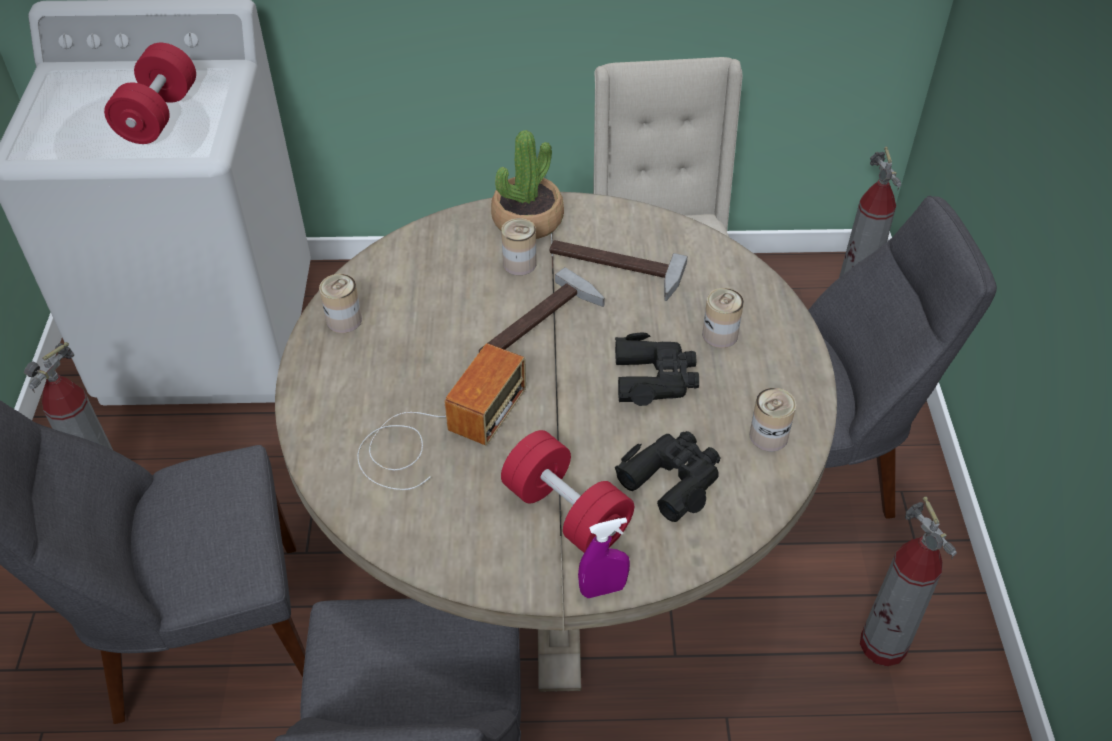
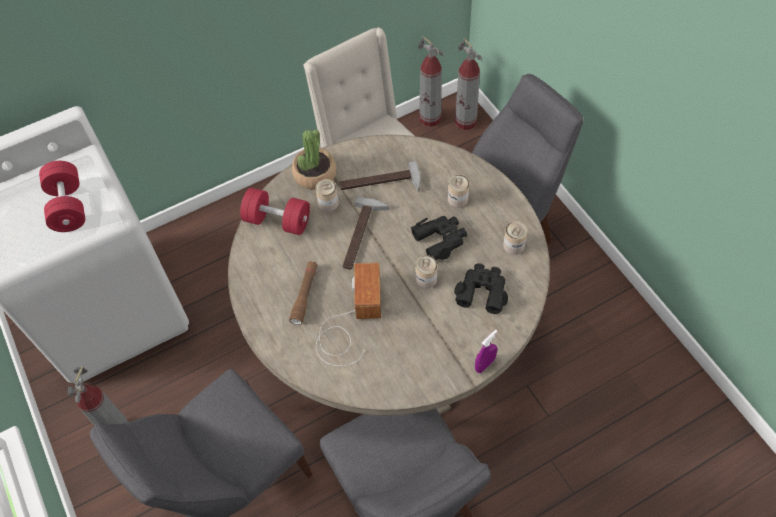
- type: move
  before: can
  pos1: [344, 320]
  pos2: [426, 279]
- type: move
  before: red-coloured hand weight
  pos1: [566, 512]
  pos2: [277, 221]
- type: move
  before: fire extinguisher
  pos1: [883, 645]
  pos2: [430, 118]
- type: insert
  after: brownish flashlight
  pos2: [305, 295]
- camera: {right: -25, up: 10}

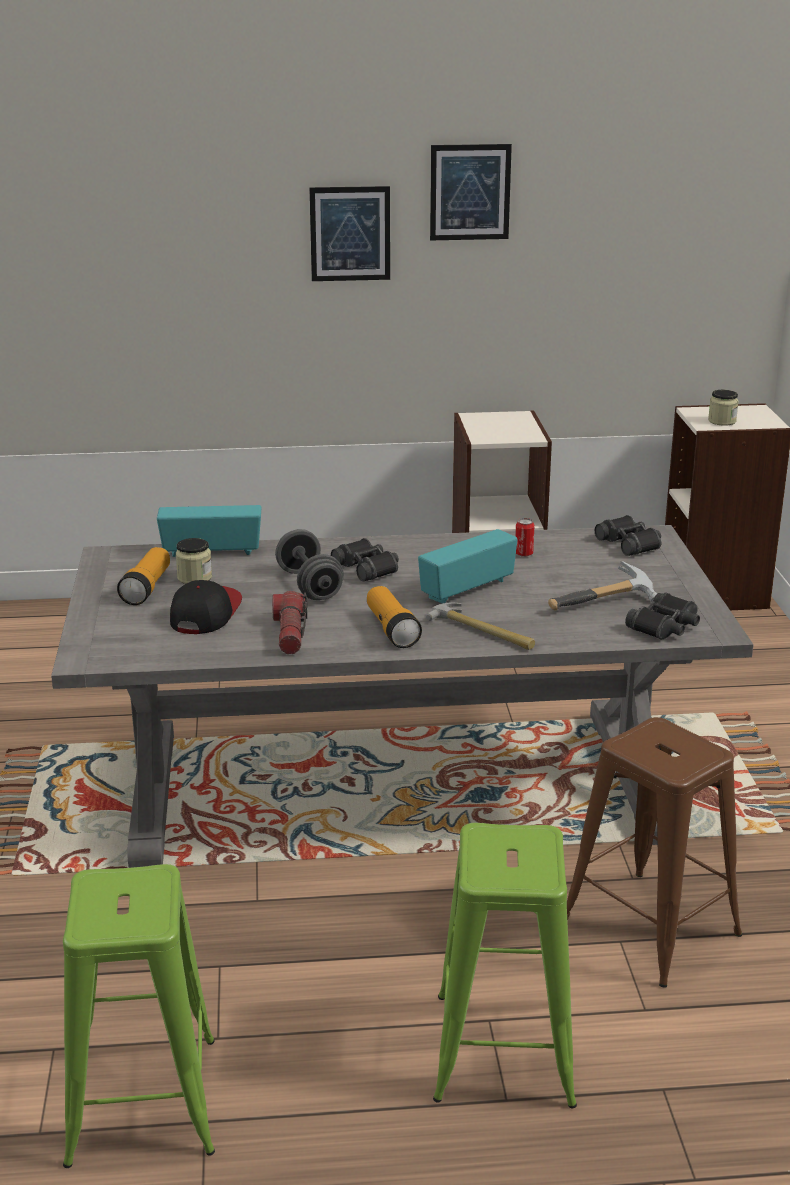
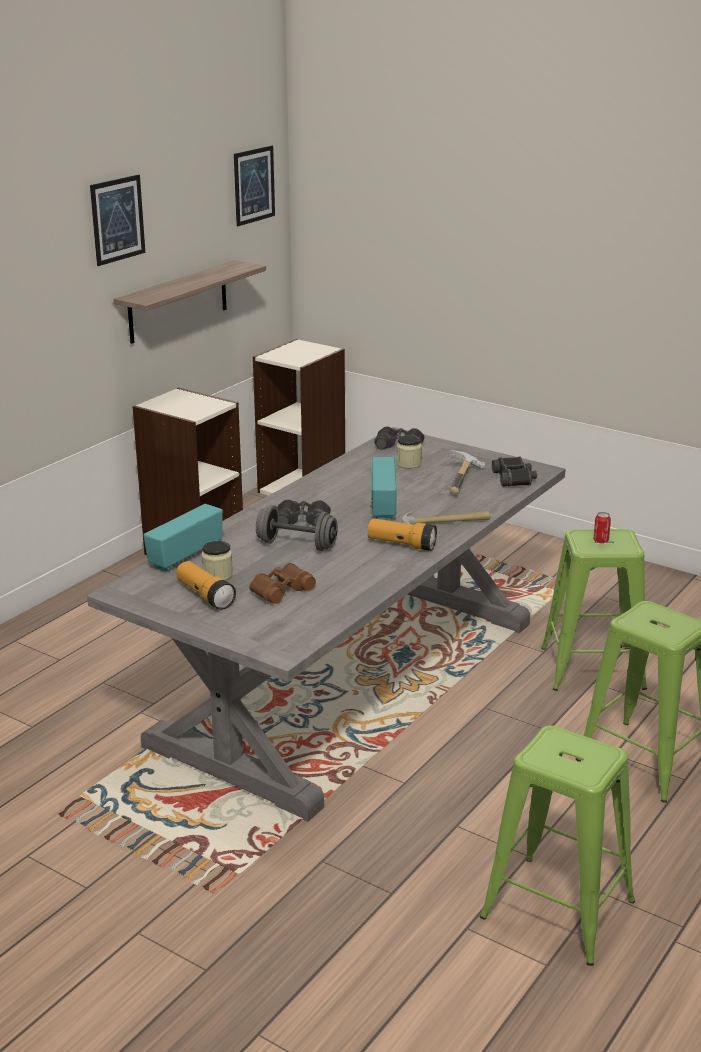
- type: move
  before: picture
  pos1: [350, 234]
  pos2: [254, 185]
- type: move
  before: jar
  pos1: [722, 421]
  pos2: [408, 464]
- type: move
  before: can
  pos1: [523, 554]
  pos2: [601, 541]
- type: replace
  before: baseball cap
  after: brownish binoculars
  pos1: [205, 613]
  pos2: [280, 590]
- type: delete
  before: flashlight
  pos1: [290, 634]
- type: recolor
  before: brownish stool
  after: green stool
  pos1: [649, 926]
  pos2: [591, 668]
- type: insert
  after: wall shelf
  pos2: [178, 302]
- camera: {right: -50, up: 0}

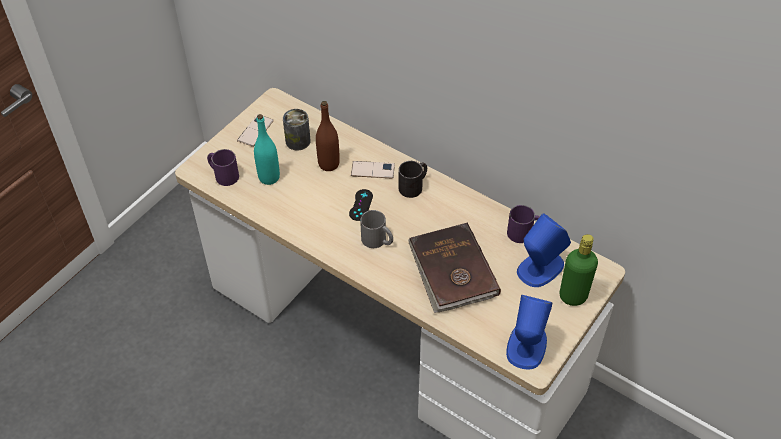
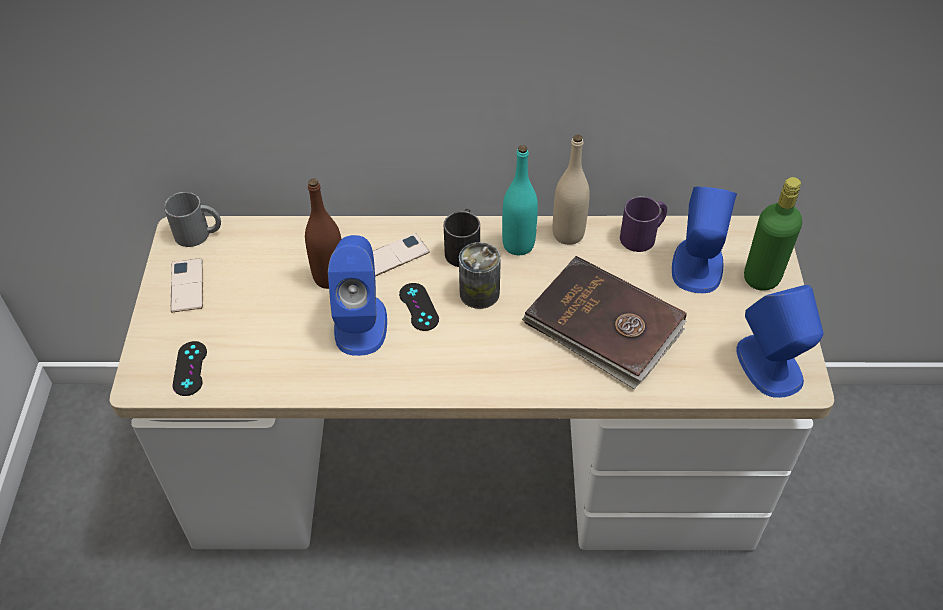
- type: move
  before: can
  pos1: [298, 141]
  pos2: [479, 293]
- type: move
  before: turquoise drink bottle
  pos1: [269, 177]
  pos2: [518, 245]
- type: replace
  before: purple-coloured tea mug
  after: black gamepad
  pos1: [223, 175]
  pos2: [190, 368]
- type: move
  before: grey tea mug
  pos1: [378, 241]
  pos2: [199, 234]
- type: insert
  after: beige drink bottle
  pos2: [568, 234]
- type: insert
  after: bluish audio speaker
  pos2: [360, 324]
- camera: {right: -35, up: 0}

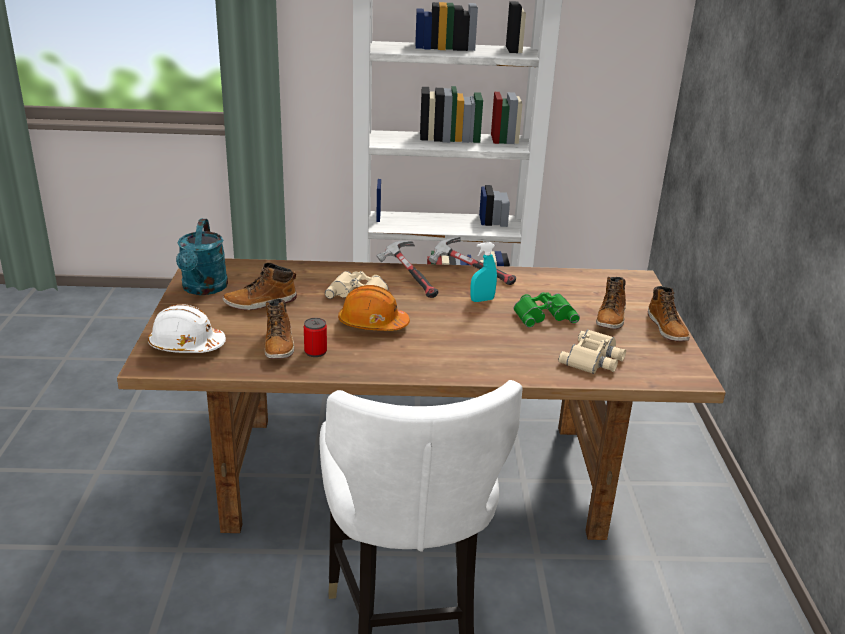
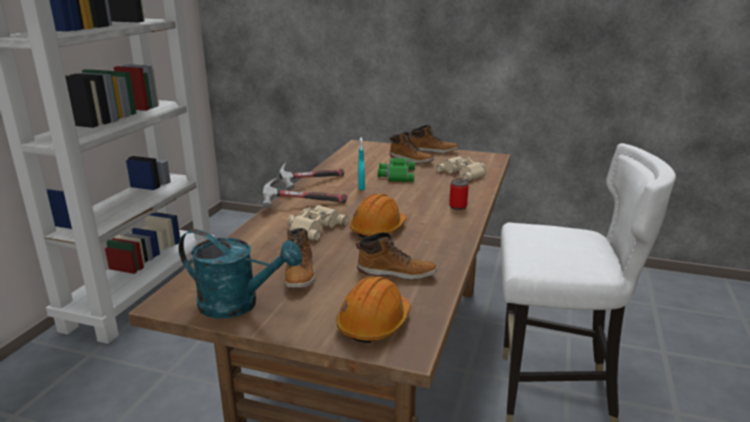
- type: recolor
  before: whitish hard hat
  after: orange-coloured hard hat
  pos1: [186, 345]
  pos2: [374, 323]
- type: move
  before: can
  pos1: [315, 352]
  pos2: [458, 207]
- camera: {right: -70, up: -5}

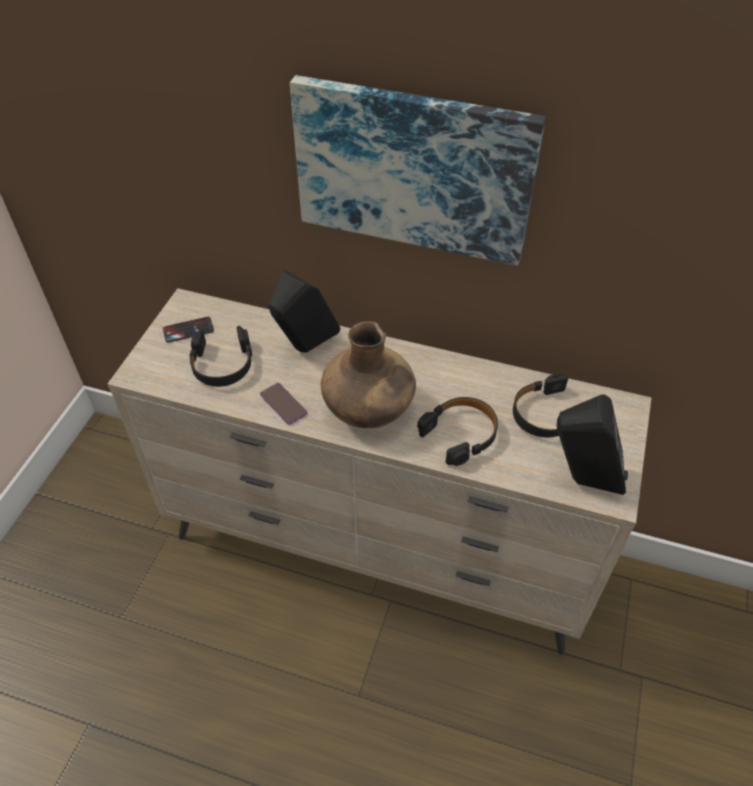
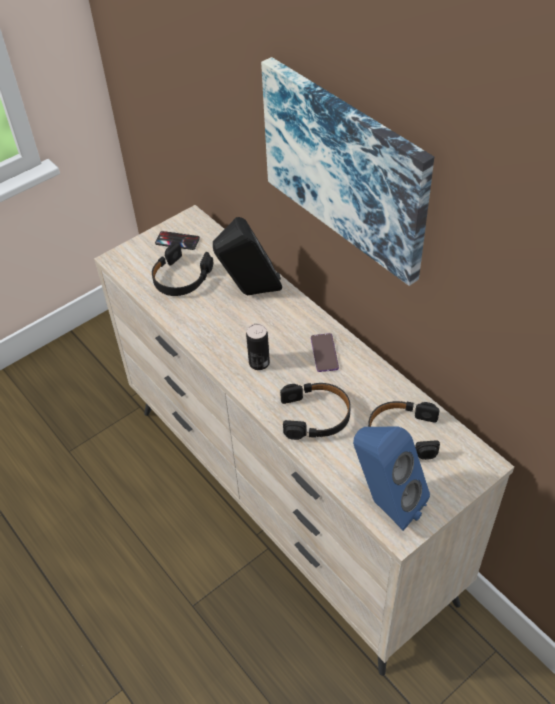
- type: replace
  before: brownish vase
  after: can
  pos1: [368, 410]
  pos2: [259, 363]
- type: move
  before: telephone
  pos1: [283, 404]
  pos2: [324, 353]
- type: recolor
  before: black audio speaker
  after: bluish audio speaker
  pos1: [582, 480]
  pos2: [385, 503]
- camera: {right: 35, up: 0}

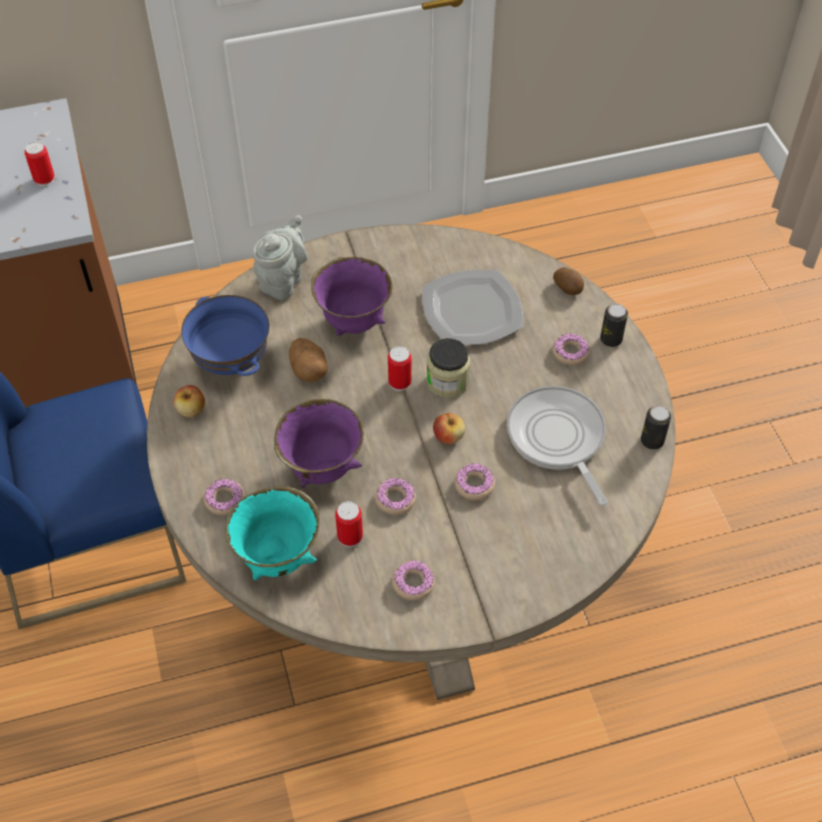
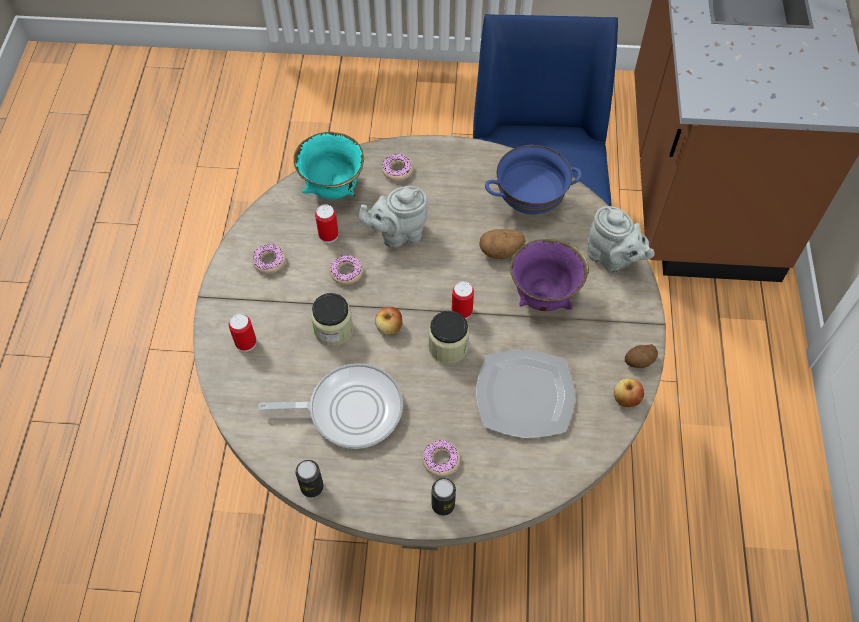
- type: move
  before: can
  pos1: [44, 179]
  pos2: [246, 343]
- type: move
  before: spud
  pos1: [568, 287]
  pos2: [639, 361]
- type: move
  before: whole apple
  pos1: [191, 410]
  pos2: [626, 399]
- type: replace
  before: purple-coloured serving bowl
  after: grey pot for tea
  pos1: [321, 468]
  pos2: [398, 234]
- type: replace
  before: ring doughnut
  after: jar
  pos1: [474, 485]
  pos2: [333, 330]
- camera: {right: 110, up: 5}

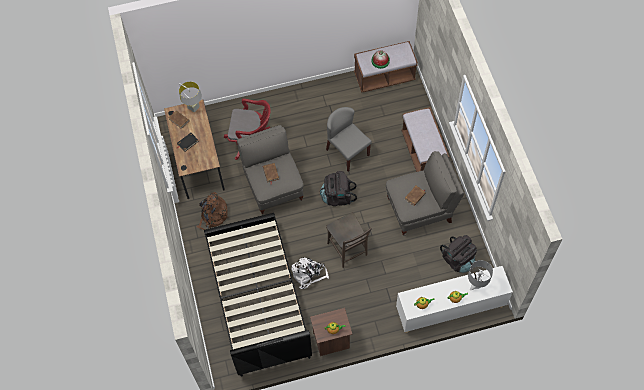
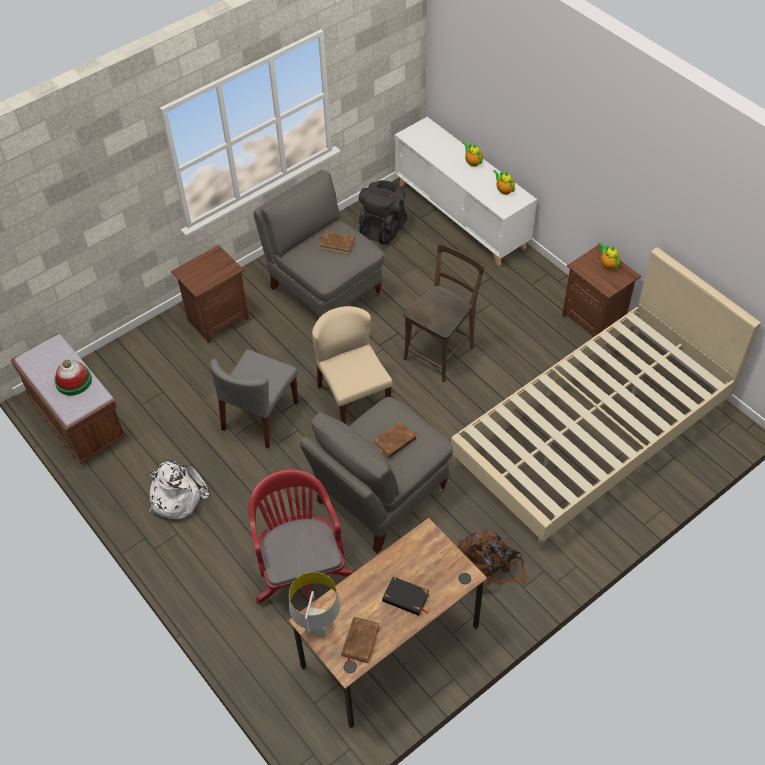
- type: replace
  before: brownish bench
  after: brownish bedside table
  pos1: [423, 153]
  pos2: [217, 319]
- type: replace
  before: black knapsack
  after: beige plain chair
  pos1: [337, 197]
  pos2: [353, 399]
- type: recolor
  before: black sleeping bed
  after: beige sleeping bed
  pos1: [258, 298]
  pos2: [592, 434]
- type: move
  before: whitish knapsack
  pos1: [308, 274]
  pos2: [175, 496]
- type: delete
  before: grey lamp for a table
  pos1: [476, 285]
- camera: {right: -115, up: -10}

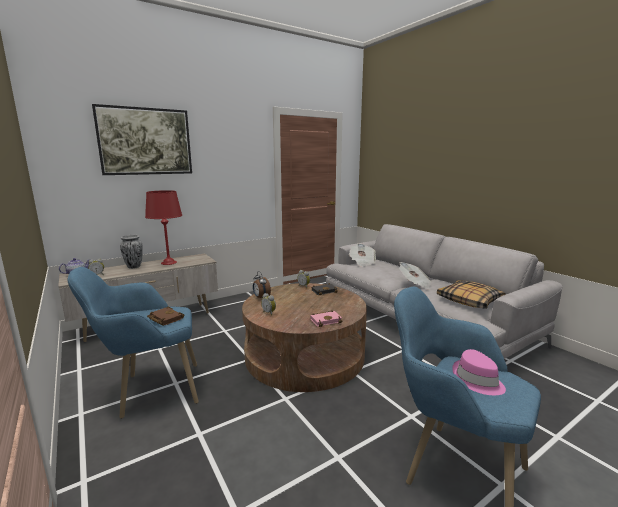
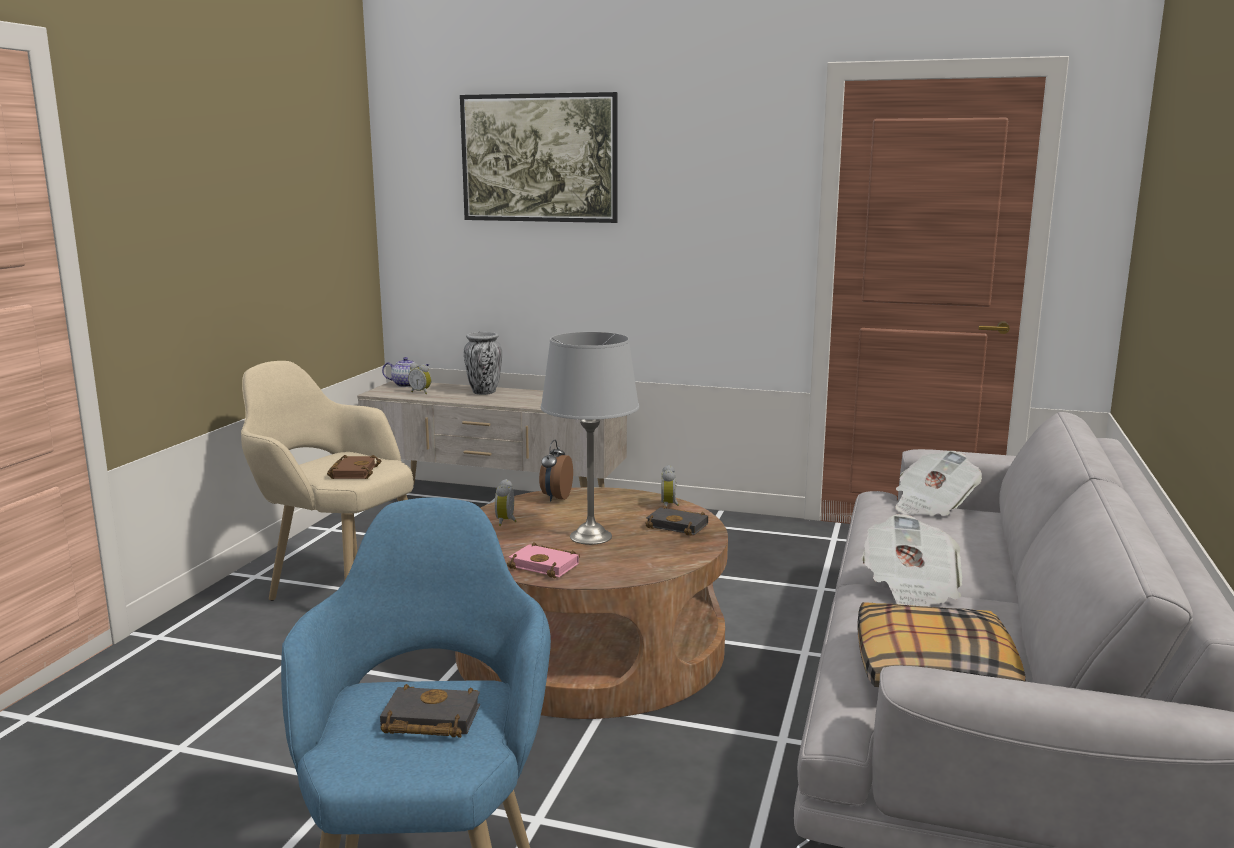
- type: delete
  before: red-coloured lamp for a table
  pos1: [168, 262]
- type: recolor
  before: bluish easy chair
  after: beige easy chair
  pos1: [149, 391]
  pos2: [338, 588]
- type: replace
  before: pink hat
  after: black volume
  pos1: [477, 380]
  pos2: [428, 721]
- type: insert
  after: grey lamp for a table
  pos2: [591, 536]
- camera: {right: 50, up: 0}

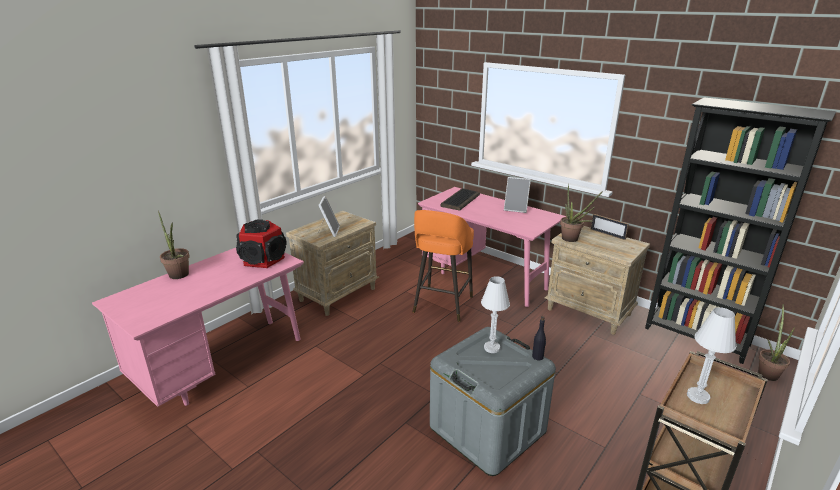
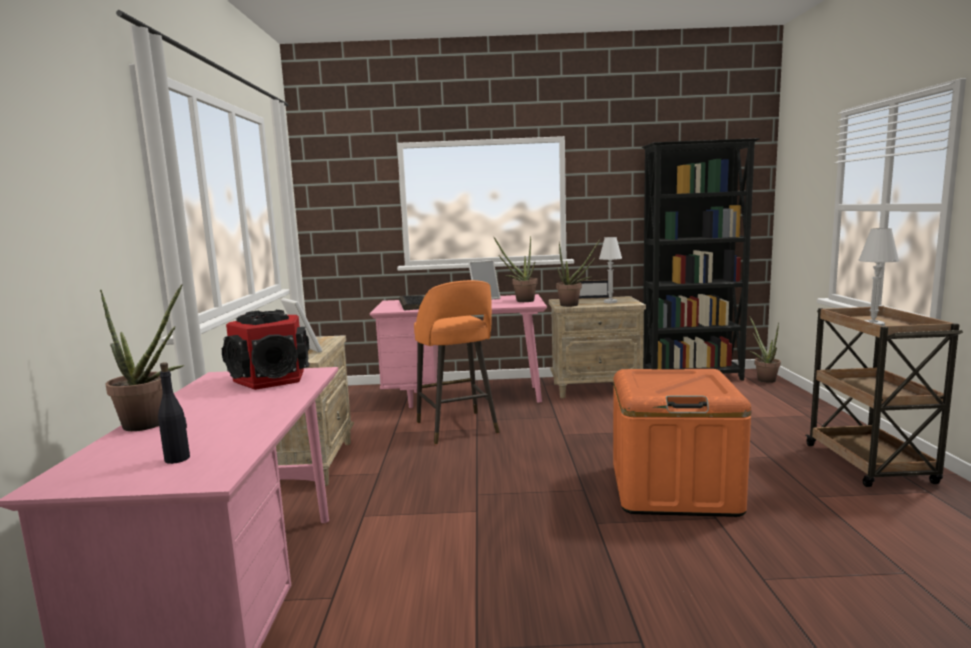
- type: move
  before: whitish lamp for a table
  pos1: [492, 348]
  pos2: [610, 302]
- type: move
  before: black drink bottle
  pos1: [538, 357]
  pos2: [178, 459]
- type: recolor
  before: grey storage container
  after: orange-coloured storage container
  pos1: [487, 429]
  pos2: [674, 489]
- type: insert
  after: plant in a pot
  pos2: [521, 301]
- camera: {right: -40, up: -15}

